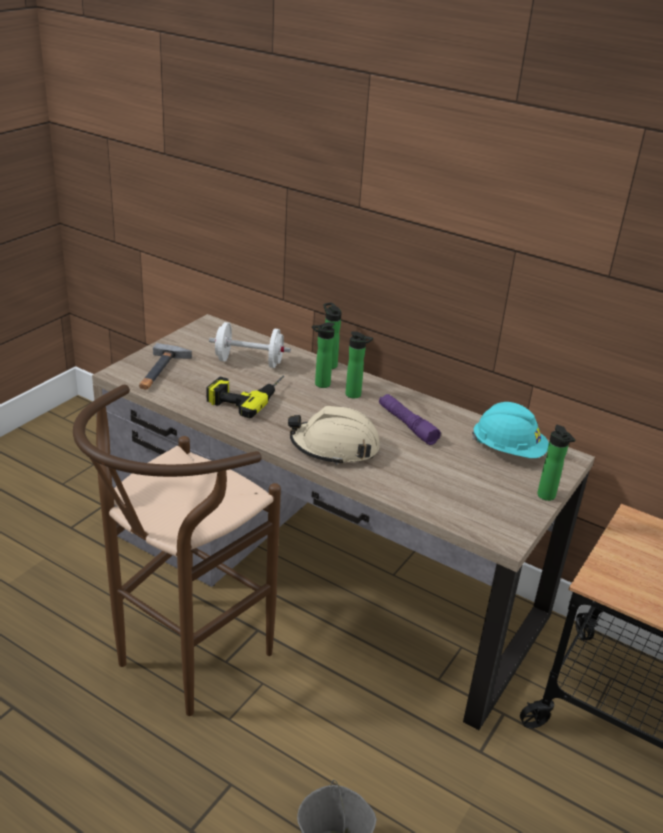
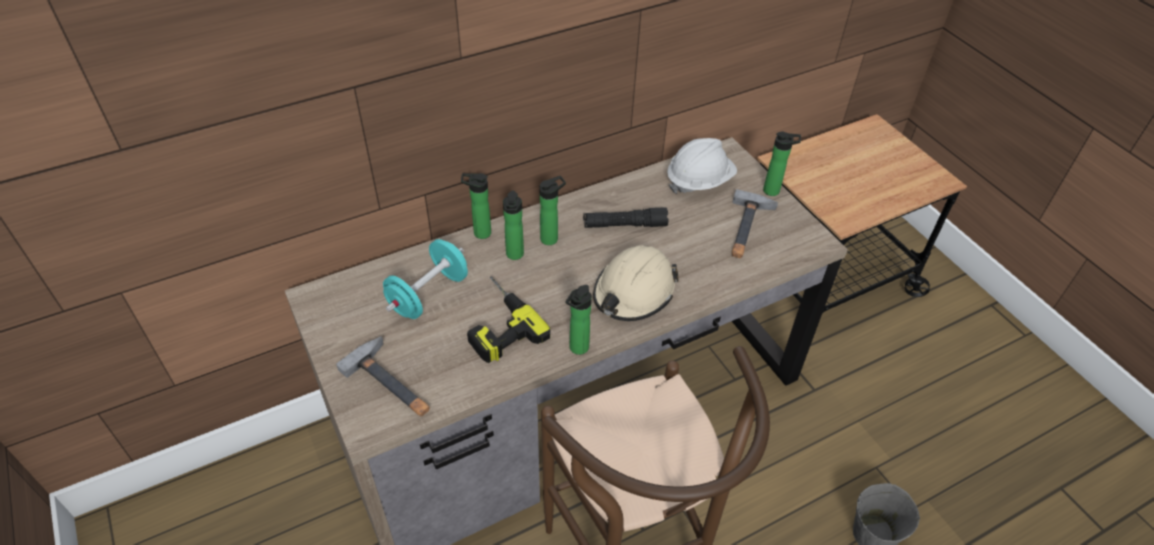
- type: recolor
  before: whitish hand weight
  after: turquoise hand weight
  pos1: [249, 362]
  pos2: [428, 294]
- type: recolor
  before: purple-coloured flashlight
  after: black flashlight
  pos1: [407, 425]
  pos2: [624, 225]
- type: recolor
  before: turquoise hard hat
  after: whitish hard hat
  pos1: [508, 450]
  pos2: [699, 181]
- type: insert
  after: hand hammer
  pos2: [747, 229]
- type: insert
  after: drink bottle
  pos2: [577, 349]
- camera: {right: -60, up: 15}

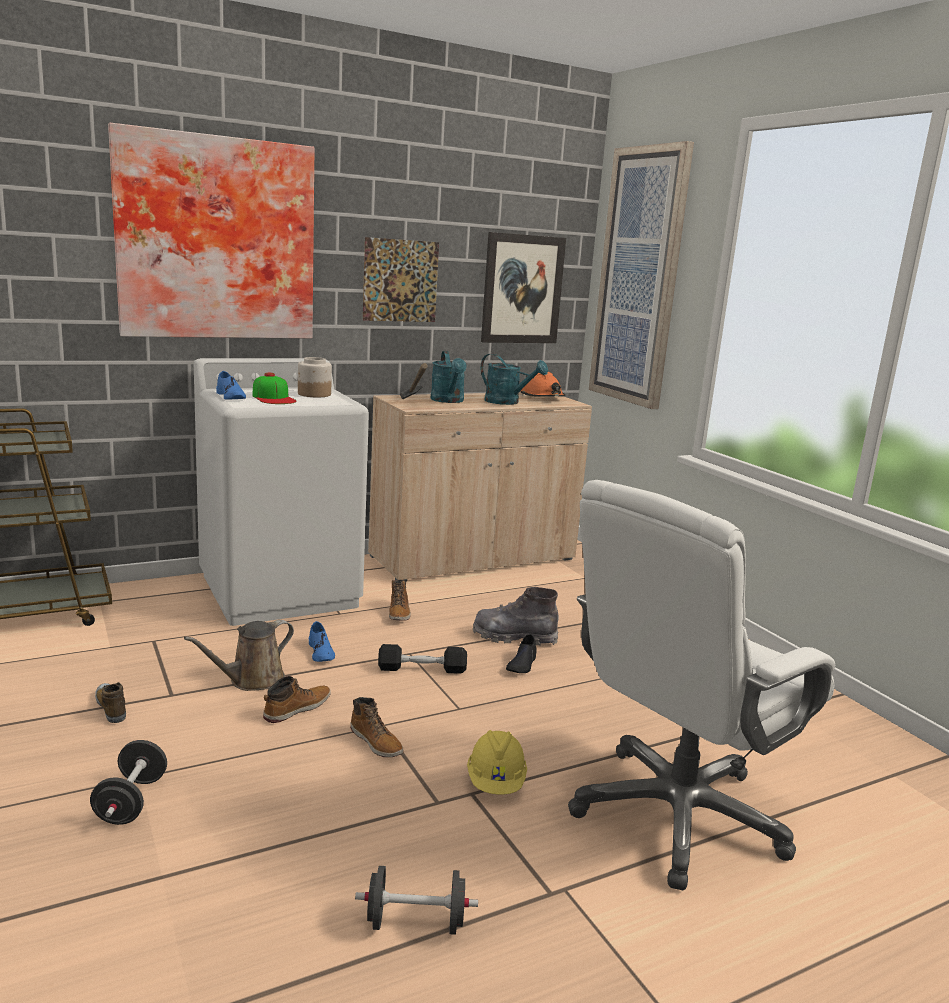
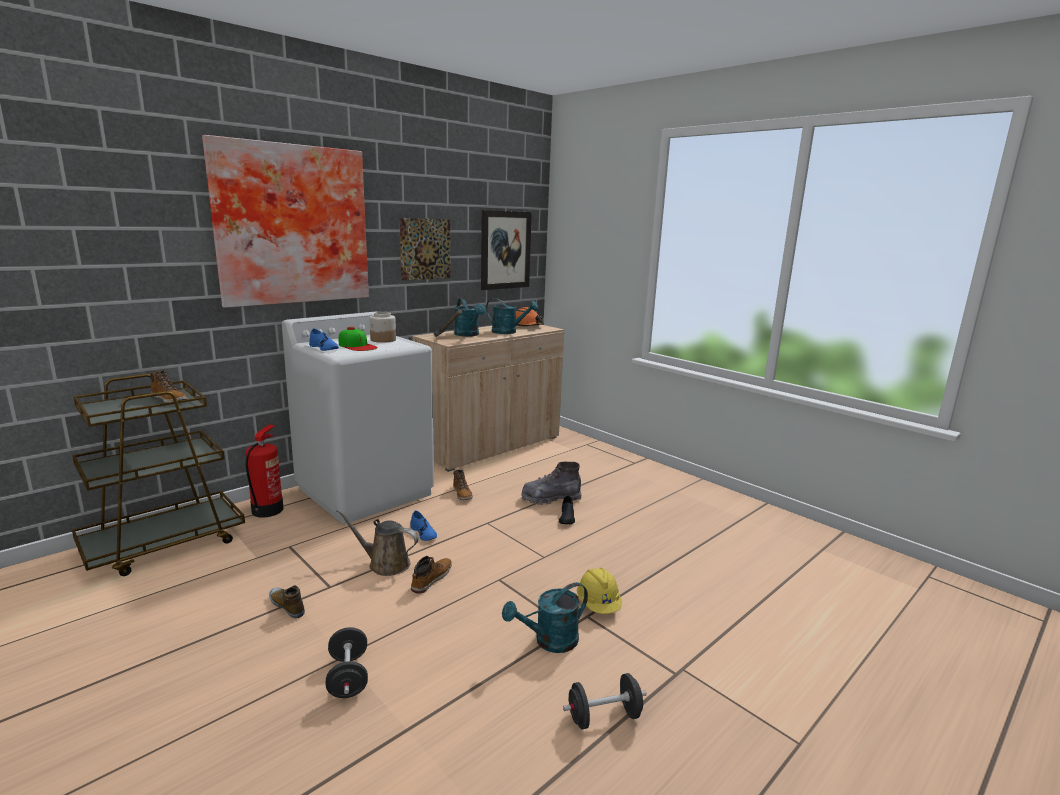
- type: delete
  before: picture
  pos1: [639, 277]
- type: delete
  before: whitish computer chair
  pos1: [677, 815]
- type: rotate
  before: brownish watering can
  pos1: [252, 680]
  pos2: [385, 564]
  turn: 75
- type: delete
  before: black hand weight
  pos1: [422, 669]
- type: move
  before: boot
  pos1: [376, 742]
  pos2: [170, 399]
- type: insert
  after: fire extinguisher
  pos2: [268, 510]
- type: insert
  after: turquoise watering can
  pos2: [549, 641]
- camera: {right: -15, up: 0}

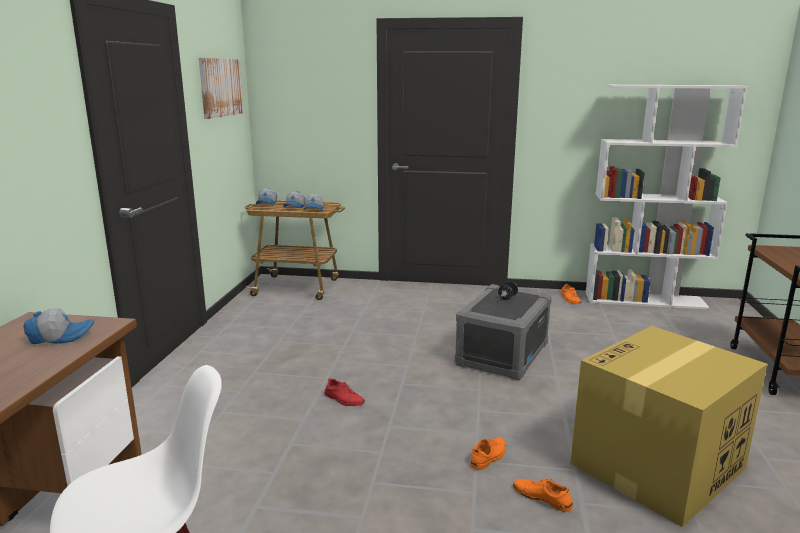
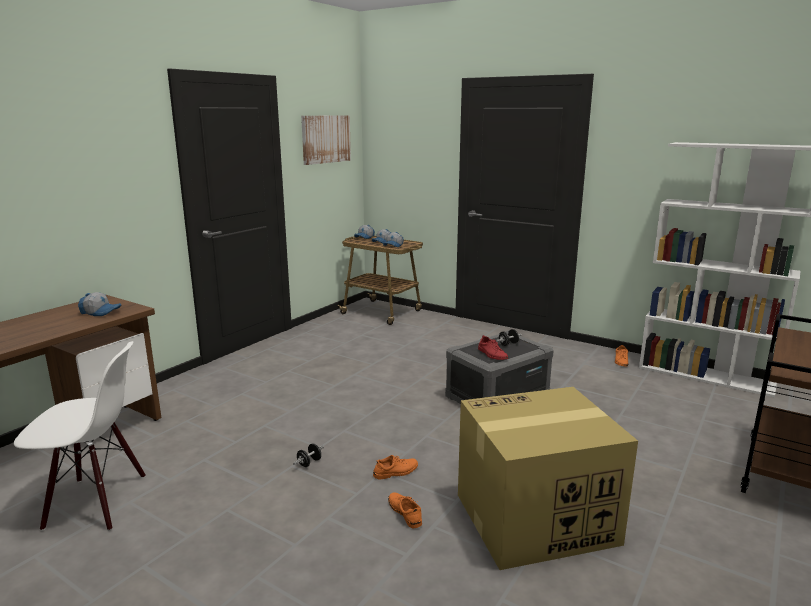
- type: move
  before: red-coloured low shoe
  pos1: [344, 399]
  pos2: [492, 354]
- type: insert
  after: black hand weight
  pos2: [309, 463]
- camera: {right: 25, up: 0}

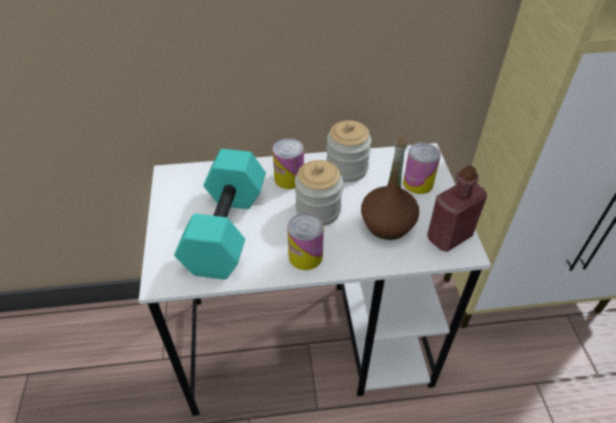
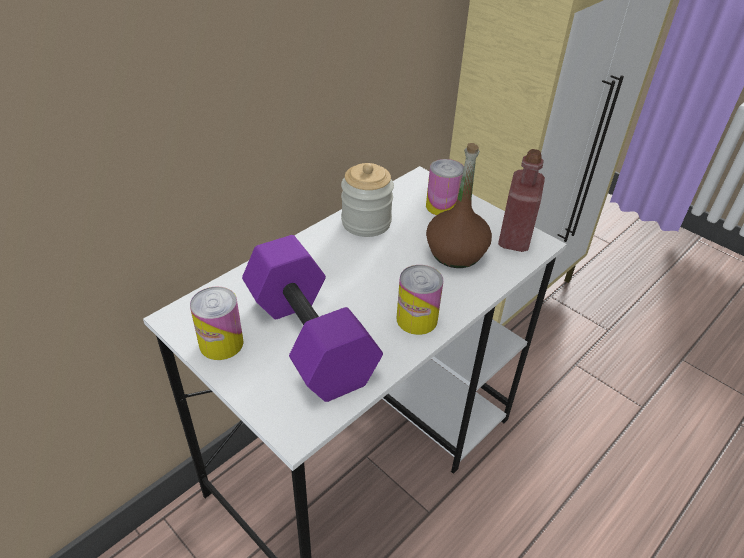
- type: move
  before: can
  pos1: [289, 178]
  pos2: [221, 343]
- type: recolor
  before: turquoise hand weight
  after: purple-coloured hand weight
  pos1: [228, 231]
  pos2: [312, 339]
- type: delete
  before: jar
  pos1: [318, 210]
- camera: {right: -40, up: -5}

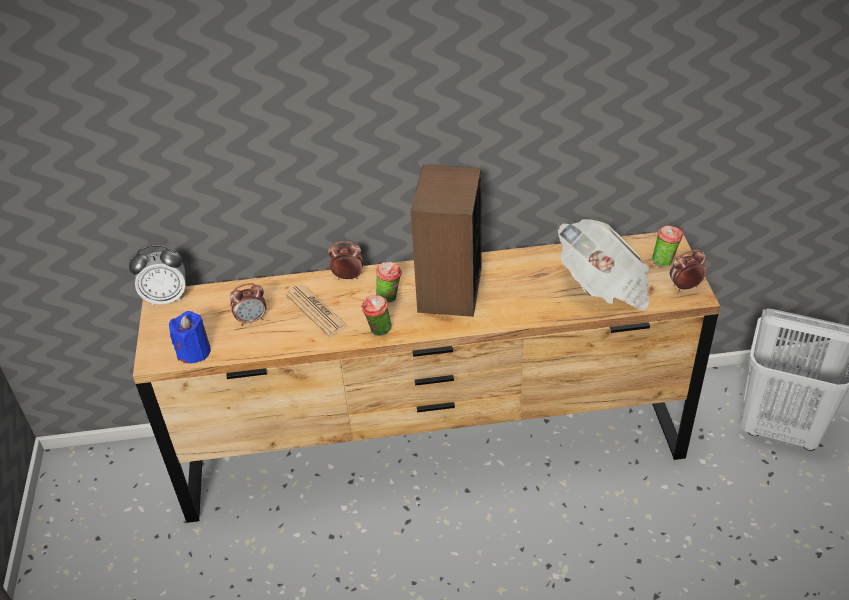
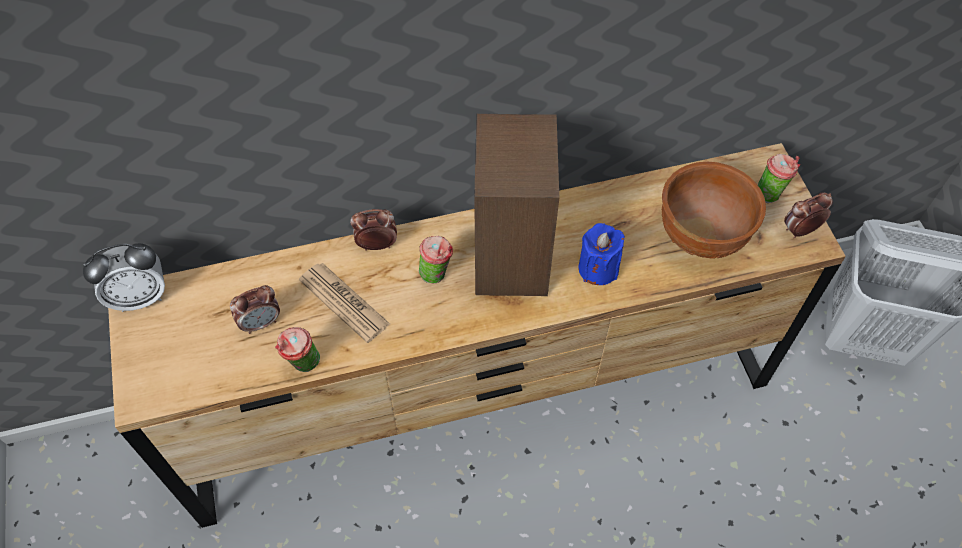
- type: replace
  before: printed paper
  after: brownish serving bowl
  pos1: [604, 285]
  pos2: [702, 235]
- type: move
  before: drinking cup
  pos1: [378, 332]
  pos2: [303, 365]
- type: move
  before: bluish wax light
  pos1: [194, 352]
  pos2: [598, 268]
- camera: {right: -10, up: 15}

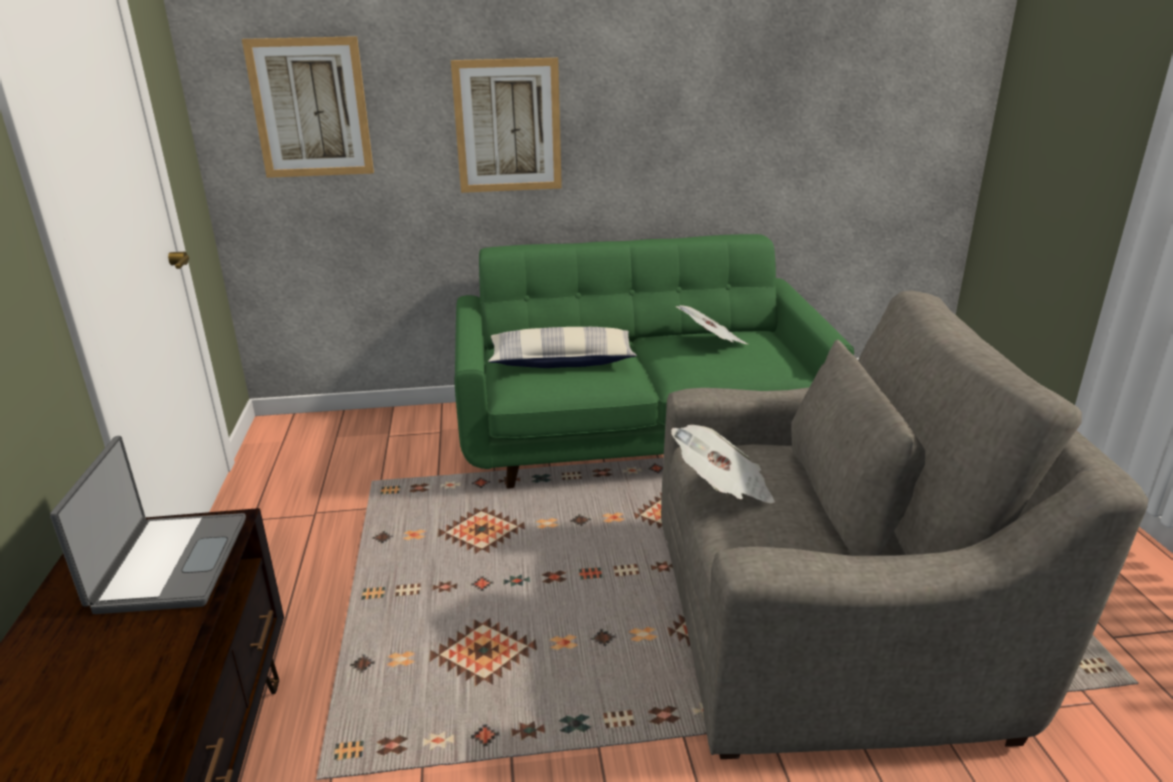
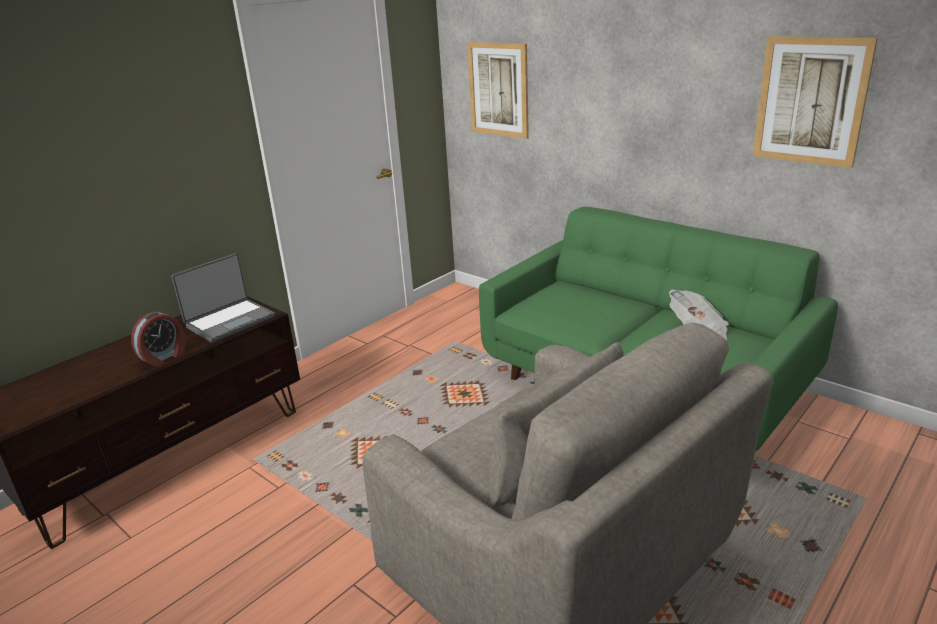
- type: move
  before: picture
  pos1: [508, 126]
  pos2: [810, 101]
- type: delete
  before: throw pillow
  pos1: [562, 361]
- type: delete
  before: printed paper
  pos1: [722, 488]
- type: insert
  after: bedside clock
  pos2: [164, 357]
- camera: {right: 50, up: 0}

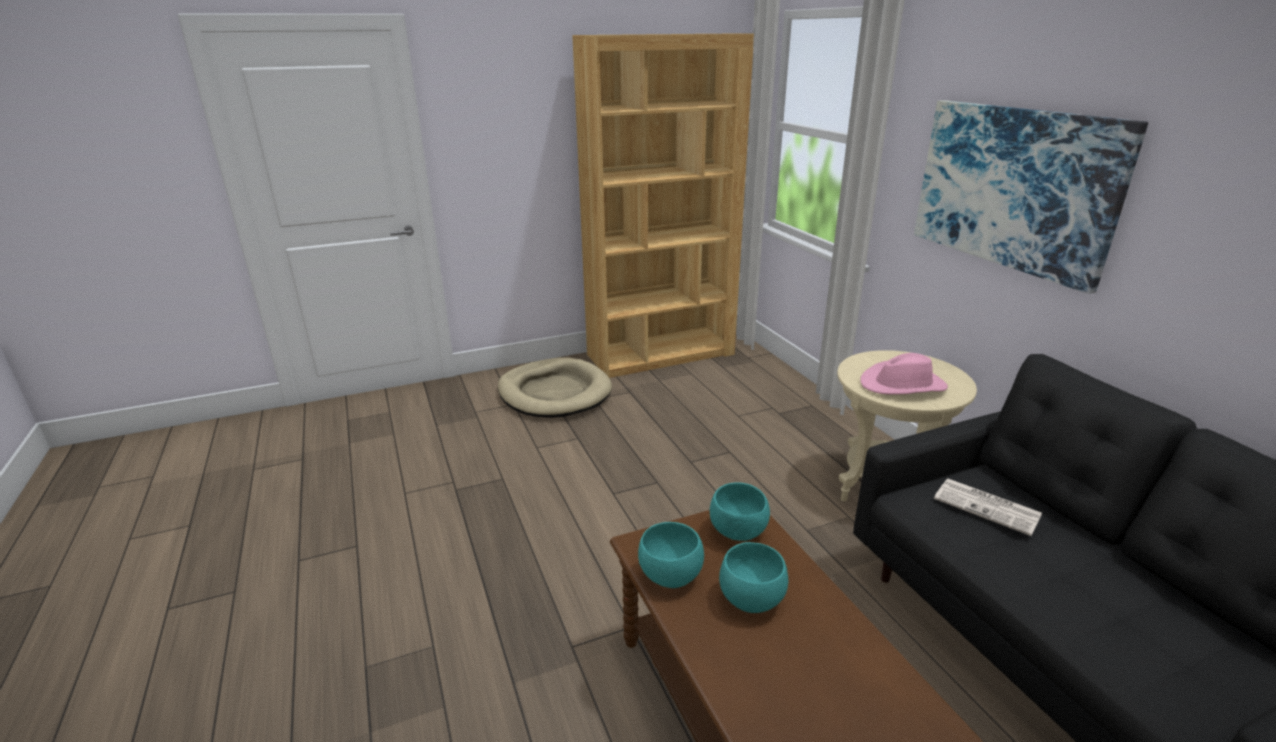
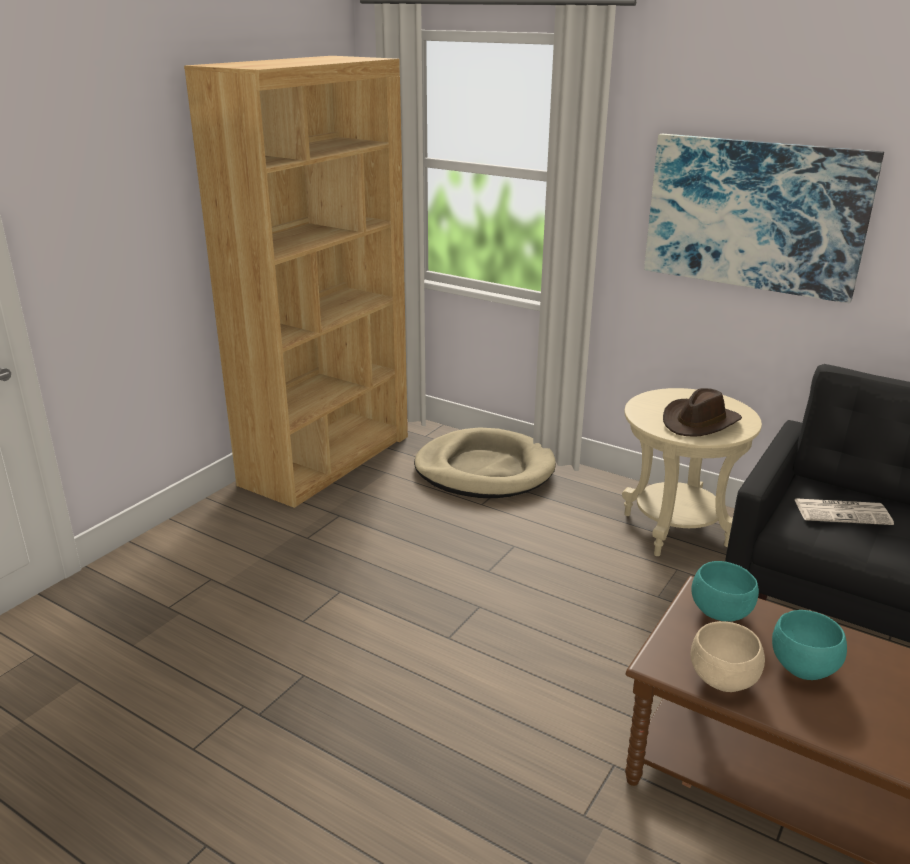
- type: recolor
  before: pink hat
  after: brownish hat
  pos1: [903, 385]
  pos2: [700, 422]
- type: move
  before: beige pet bed
  pos1: [554, 393]
  pos2: [484, 469]
- type: recolor
  before: turquoise serving bowl
  after: beige serving bowl
  pos1: [670, 578]
  pos2: [724, 681]
- camera: {right: -35, up: 0}

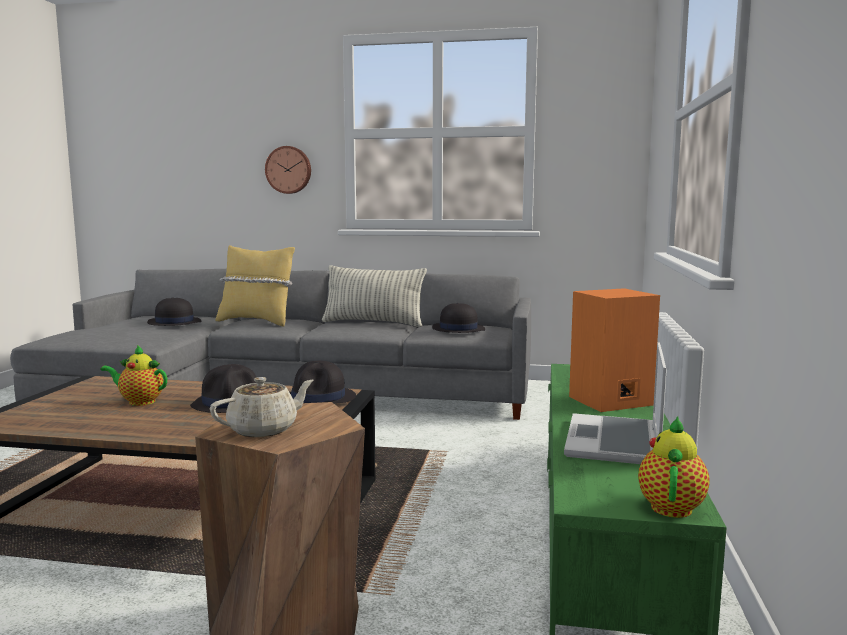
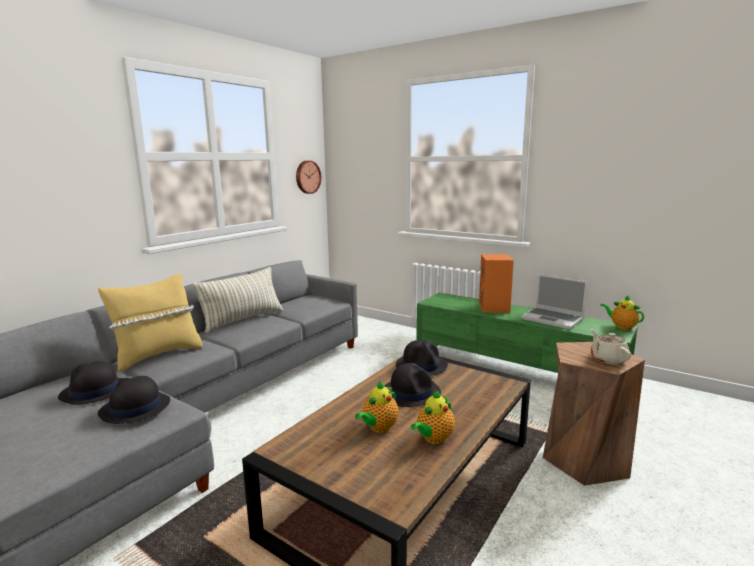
- type: move
  before: clock on the wall
  pos1: [289, 170]
  pos2: [307, 177]
- type: move
  before: black hat
  pos1: [458, 329]
  pos2: [135, 408]
- type: insert
  after: pot for tea
  pos2: [433, 438]
- camera: {right: -65, up: 5}

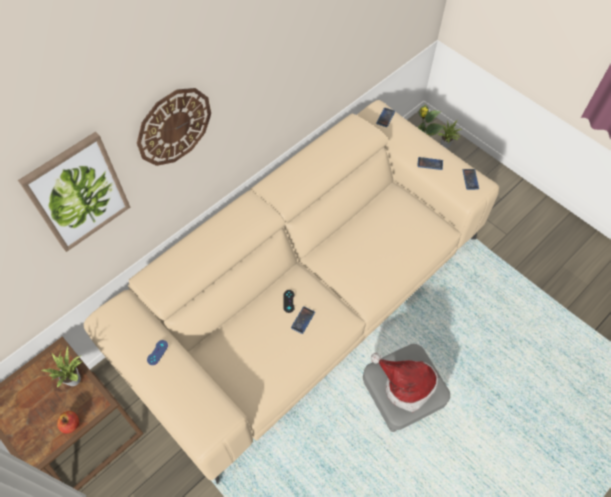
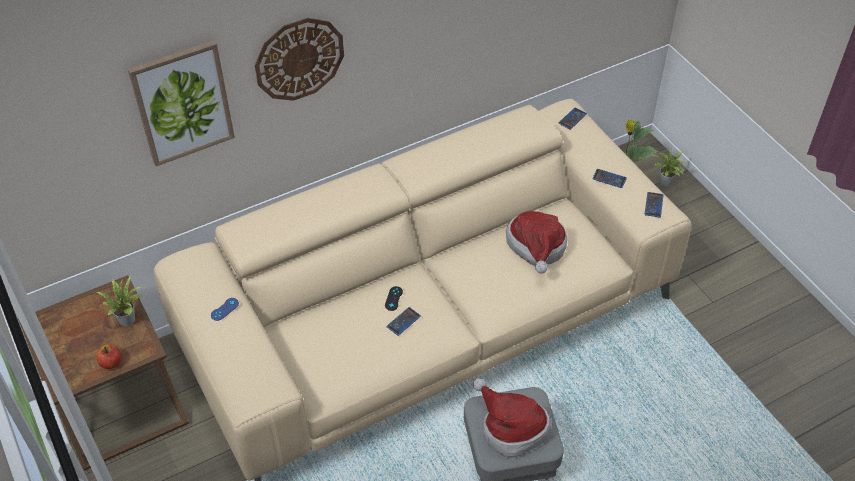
- type: insert
  after: hat
  pos2: [536, 249]
- camera: {right: 15, up: -10}

